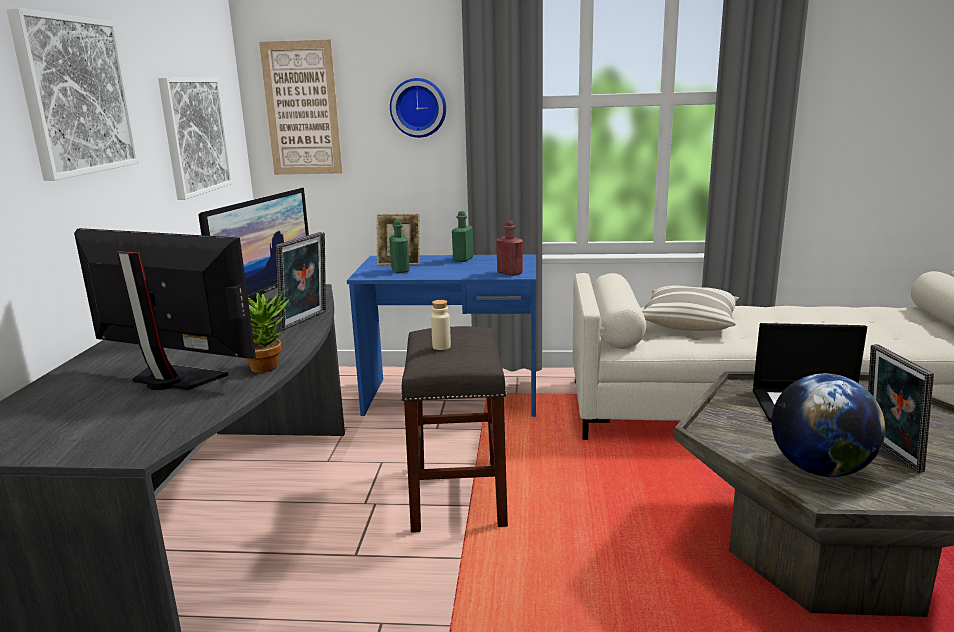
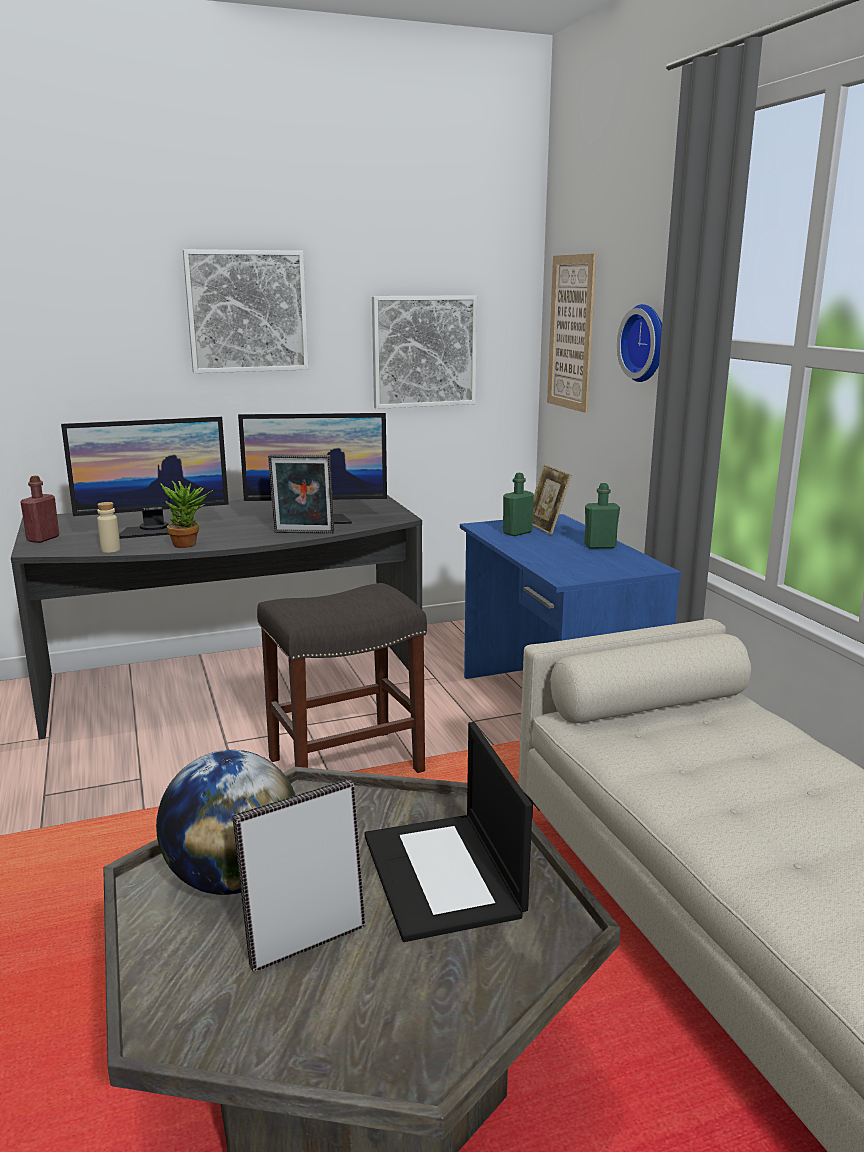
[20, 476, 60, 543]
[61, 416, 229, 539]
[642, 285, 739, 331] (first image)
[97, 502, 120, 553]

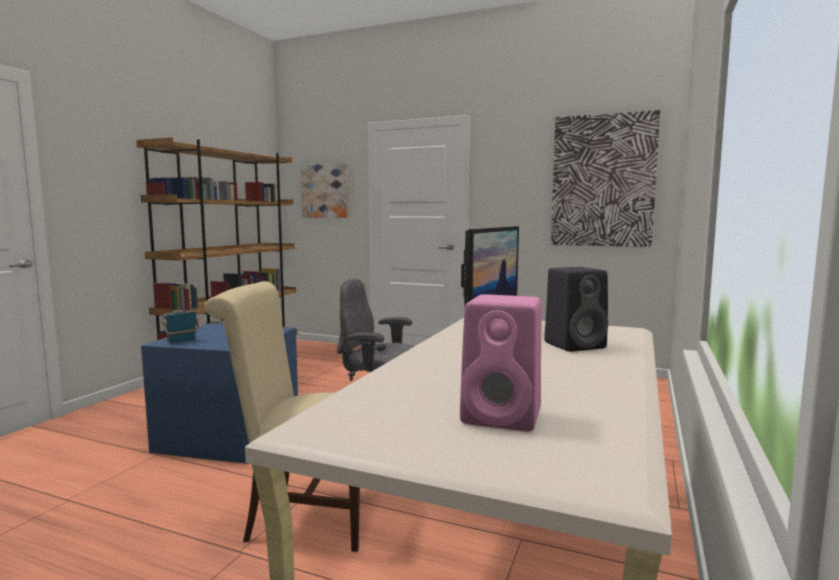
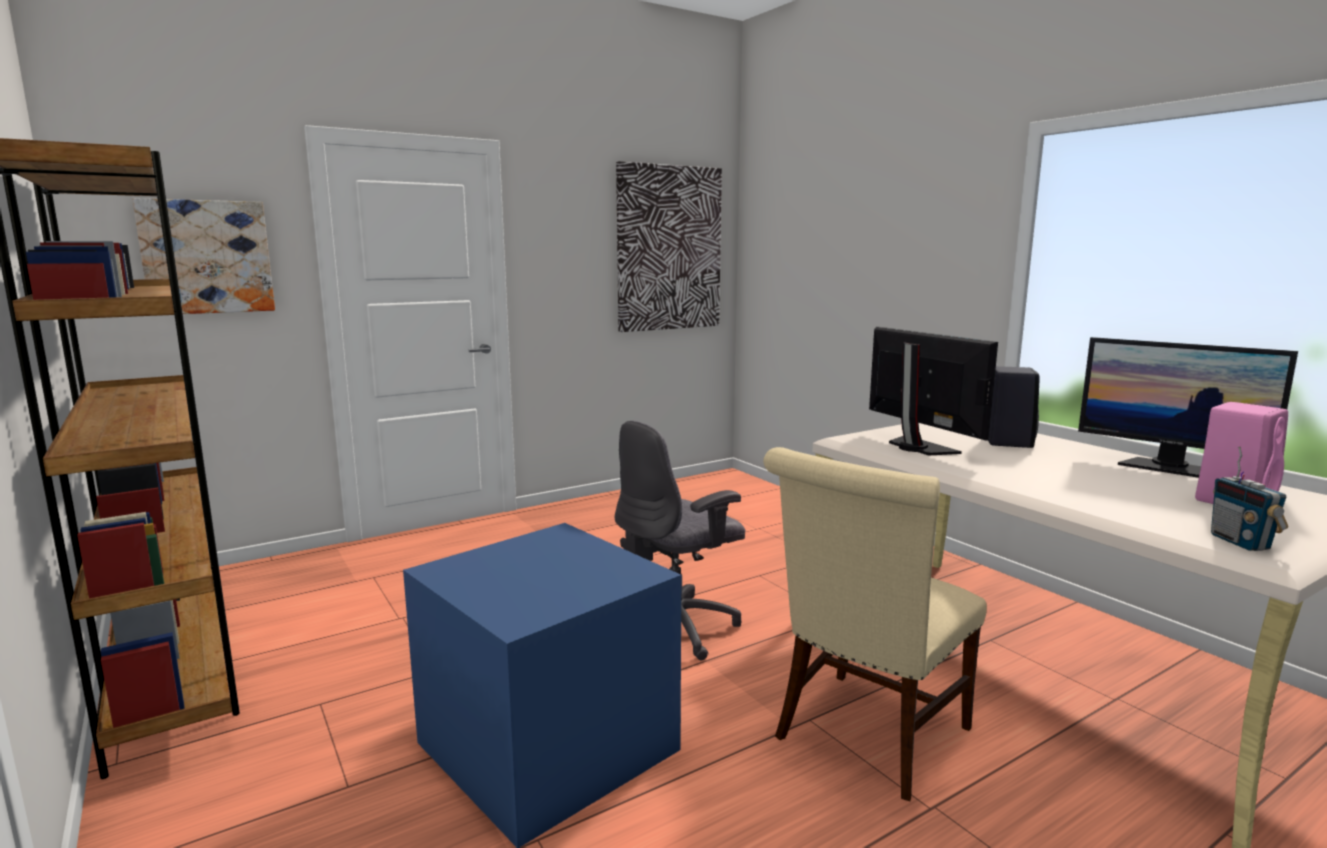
[1211, 447, 1288, 551]
[1078, 337, 1298, 478]

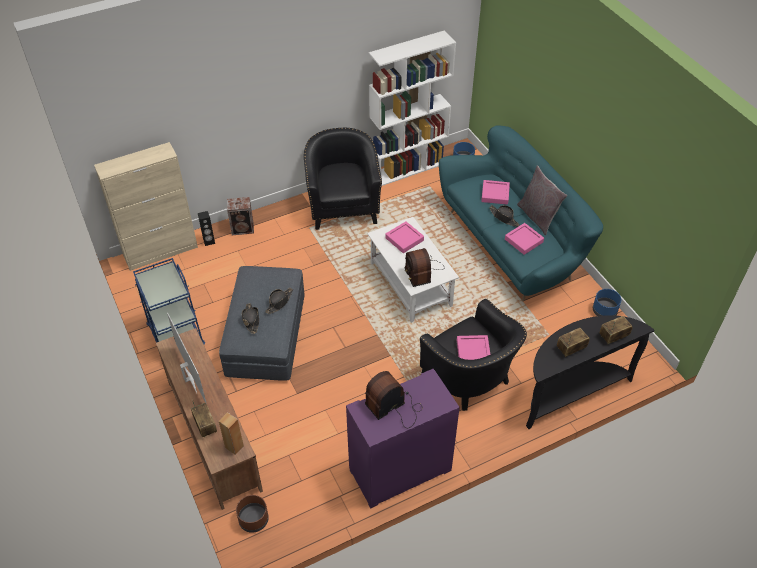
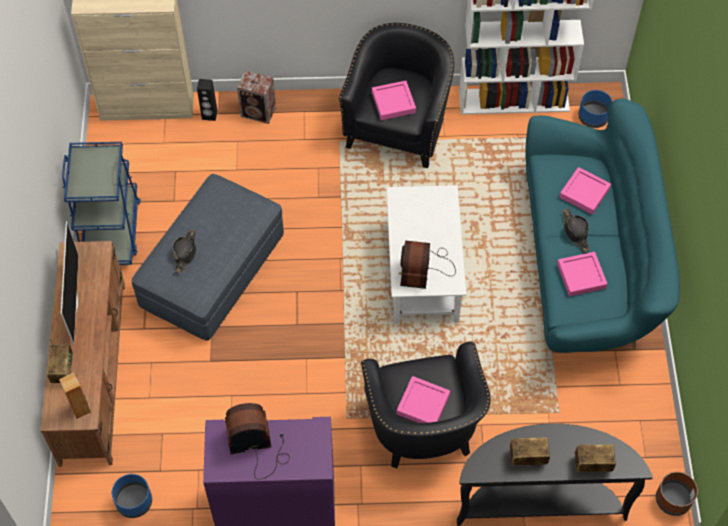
[517, 165, 568, 235] (first image)
[372, 81, 416, 120]
[265, 287, 293, 314] (first image)
[112, 474, 152, 518]
[656, 472, 698, 516]

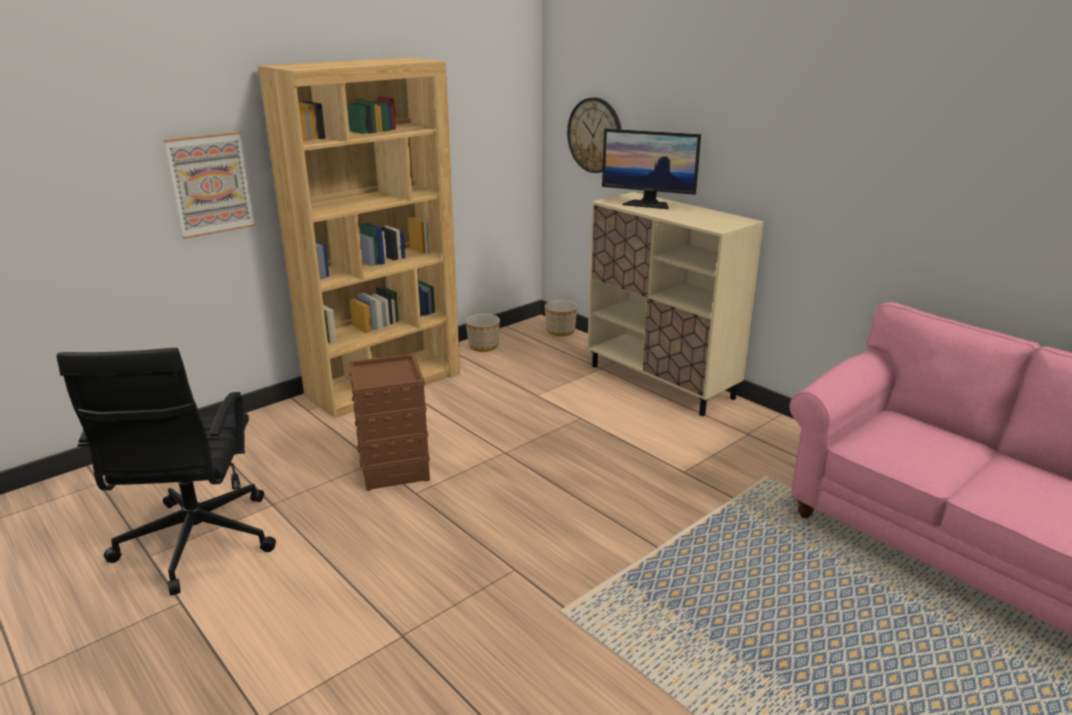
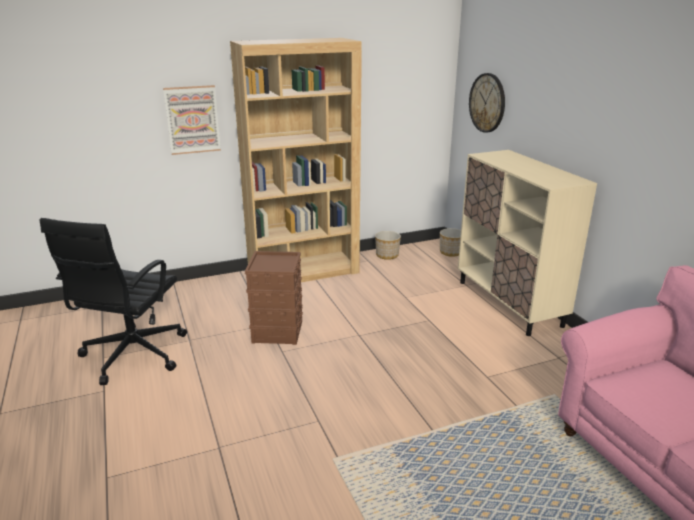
[602, 129, 701, 209] (first image)

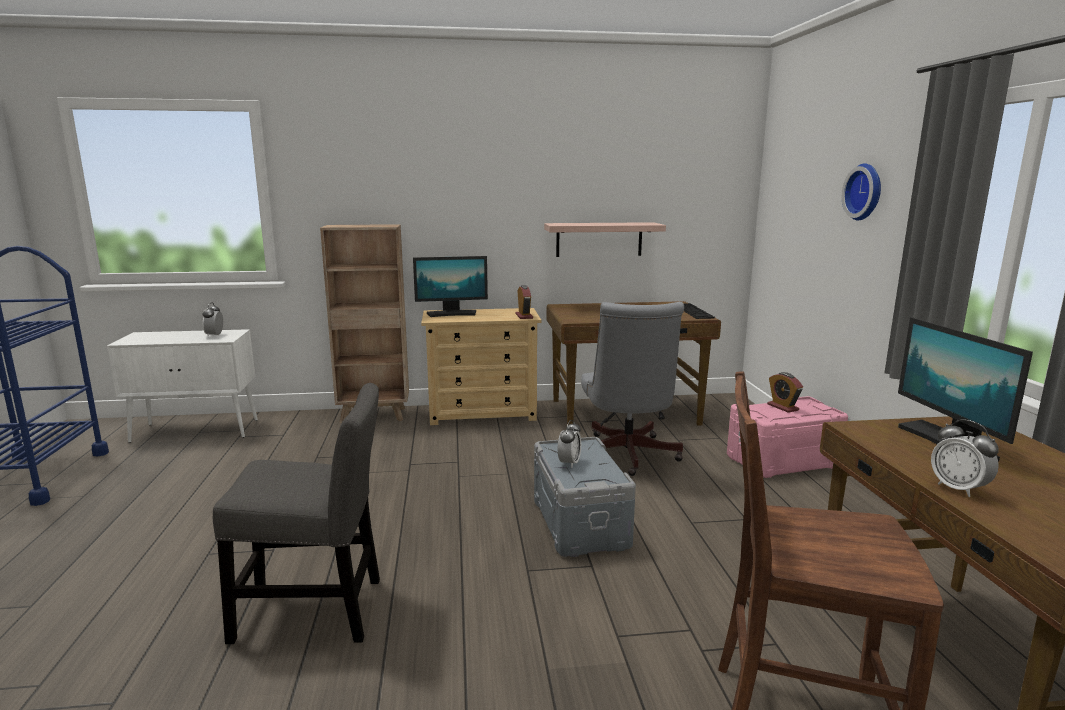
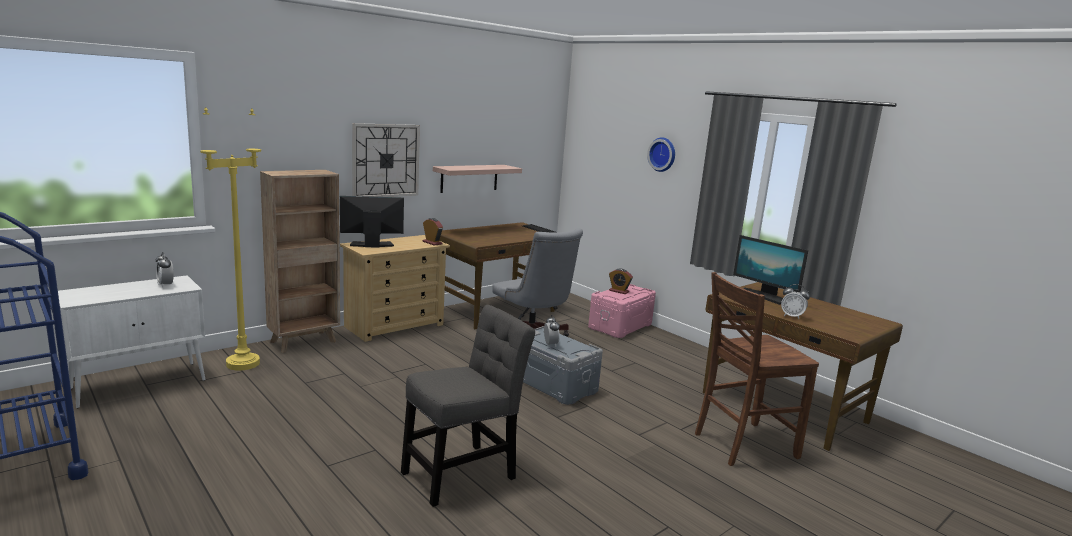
[340, 196, 404, 247]
[200, 107, 261, 371]
[352, 123, 420, 197]

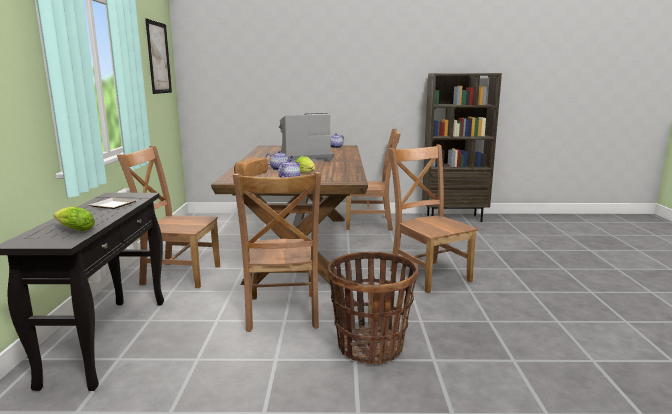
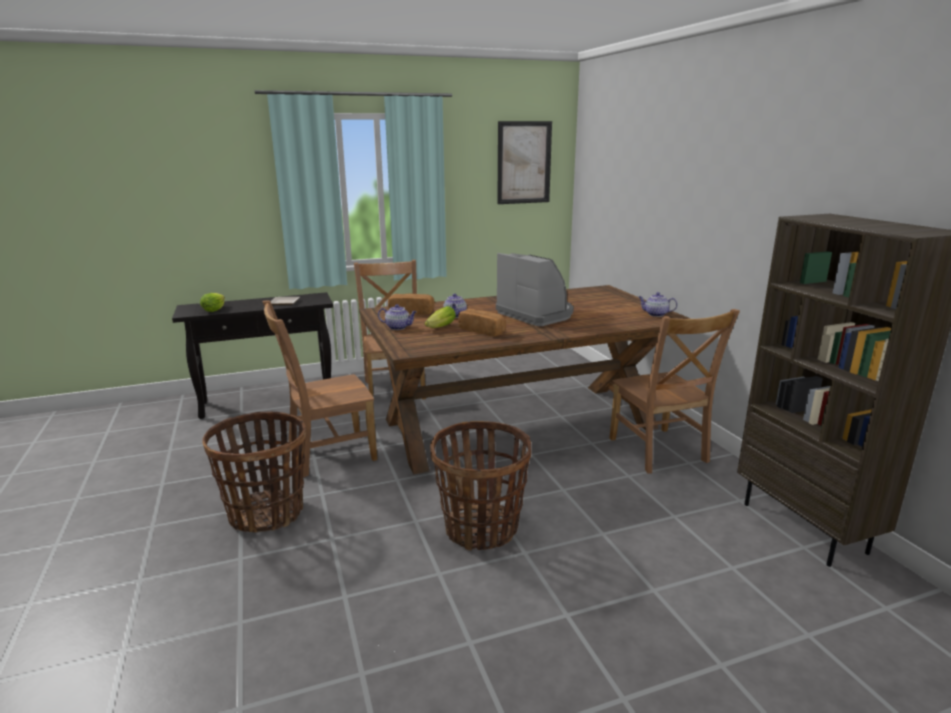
[430, 421, 531, 551]
[458, 309, 506, 336]

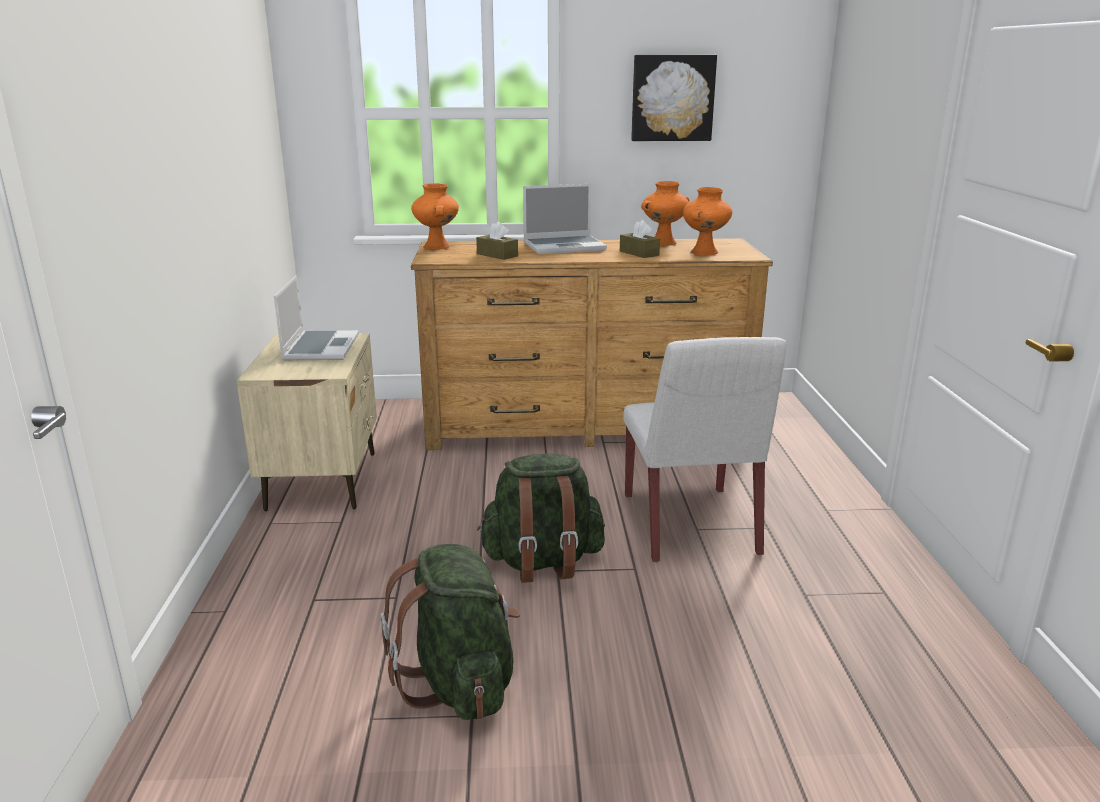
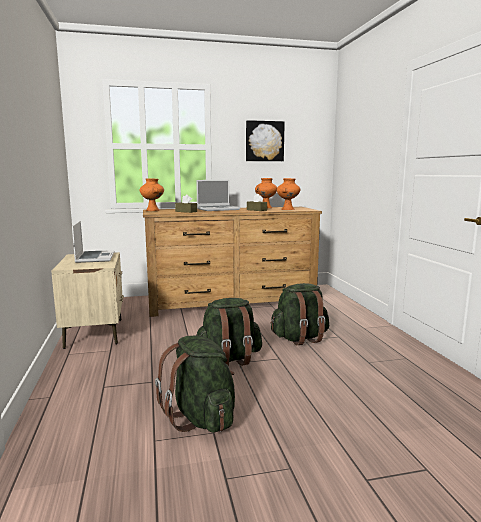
[271, 283, 329, 345]

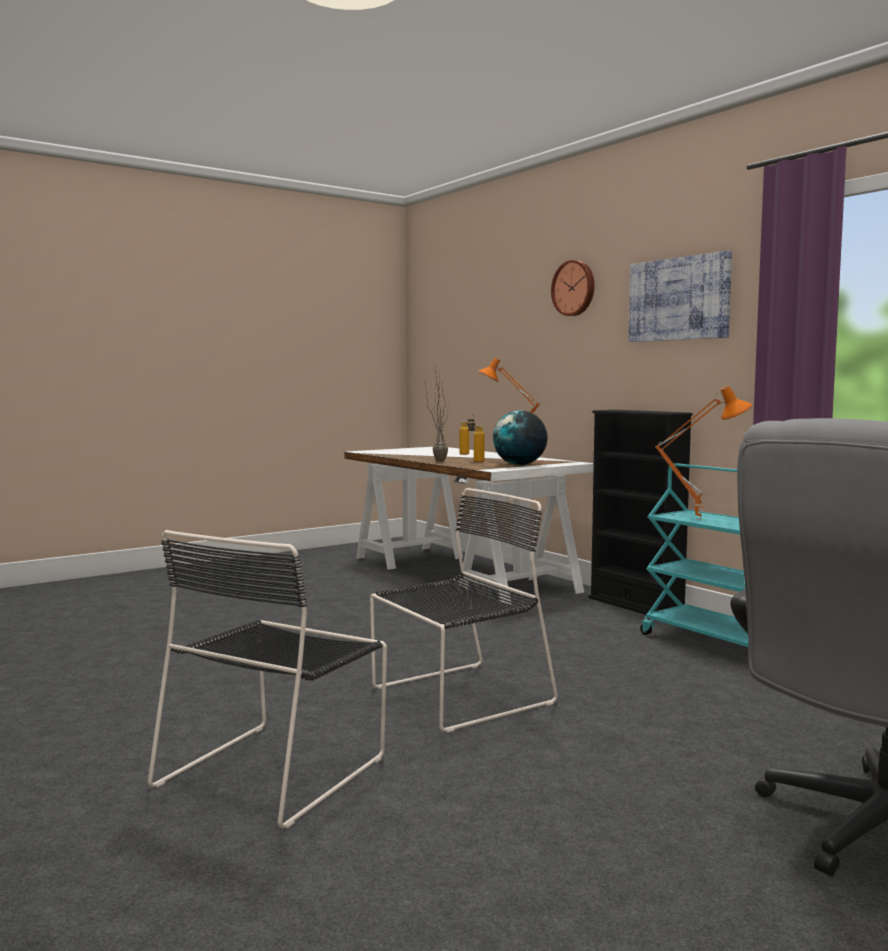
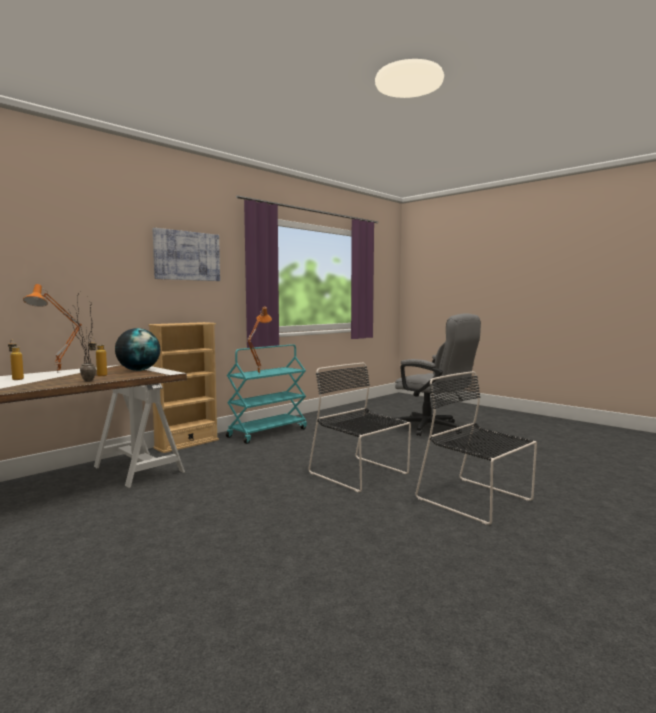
[551, 260, 594, 316] (first image)
[148, 322, 219, 453]
[415, 371, 537, 525]

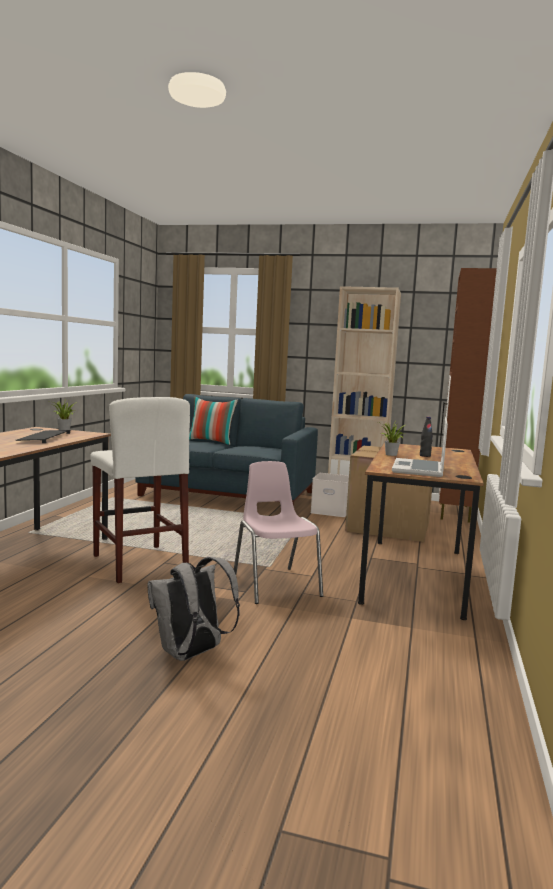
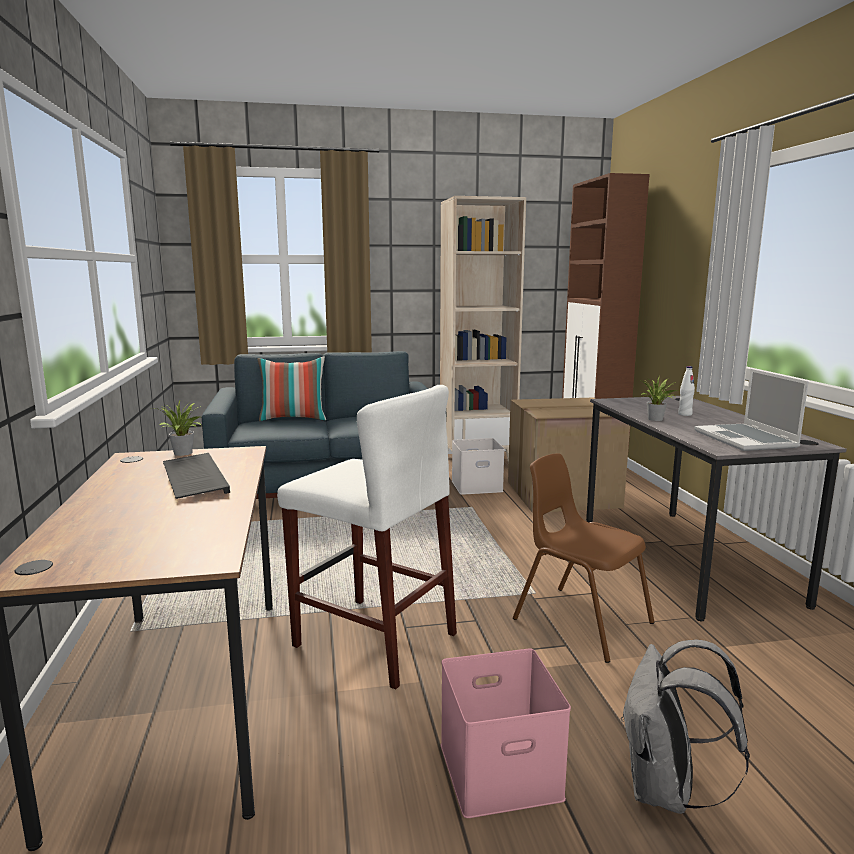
[678, 366, 695, 416]
[586, 396, 847, 621]
[513, 453, 655, 663]
[441, 648, 571, 818]

